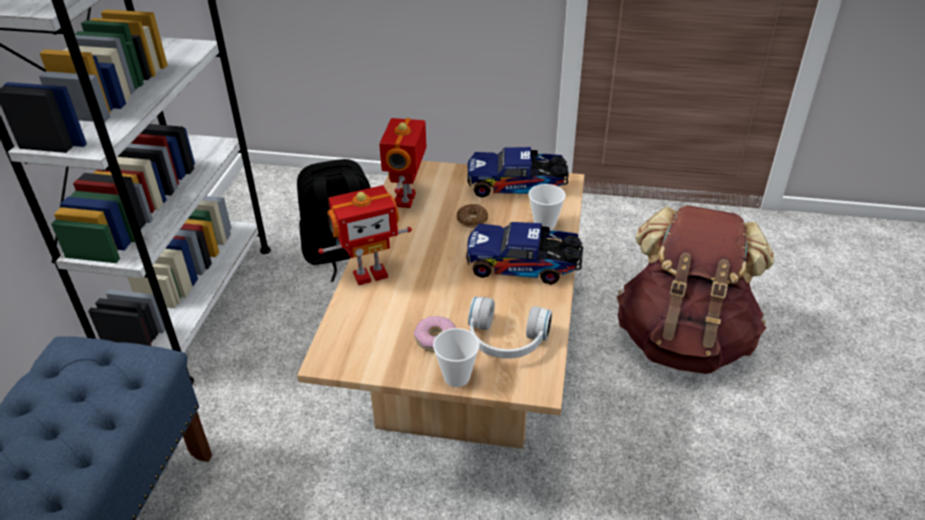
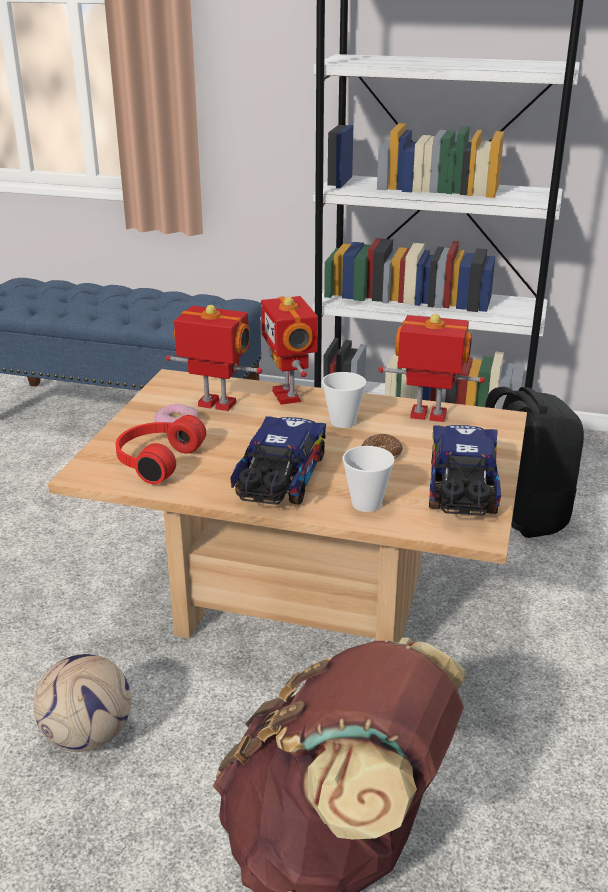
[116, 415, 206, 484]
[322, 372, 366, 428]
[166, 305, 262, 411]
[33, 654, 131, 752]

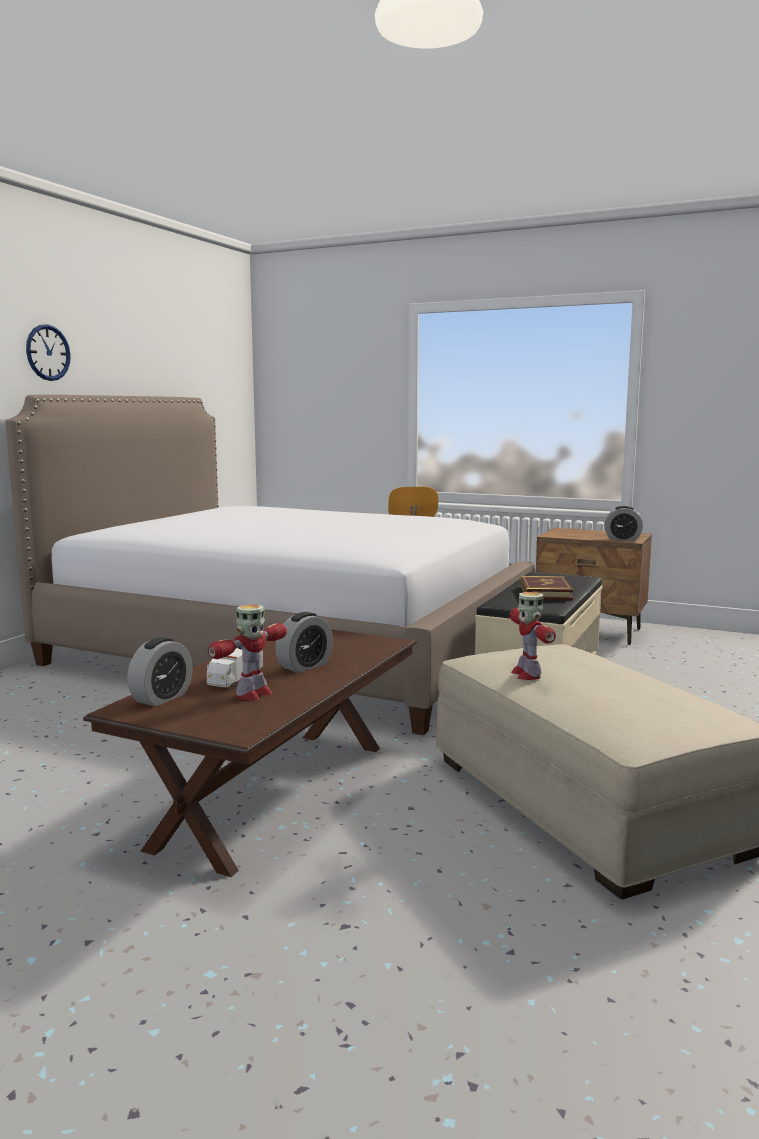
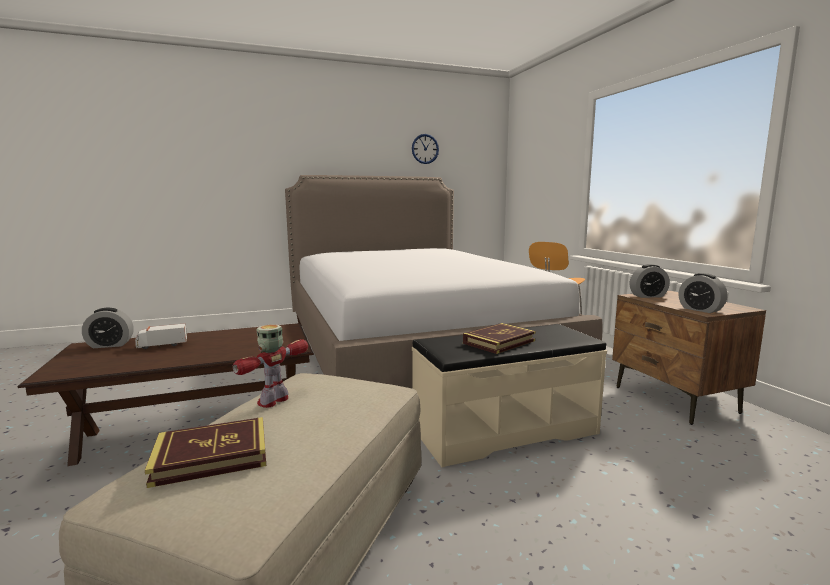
[412, 134, 439, 164]
[208, 604, 287, 701] (first image)
[630, 264, 670, 298]
[145, 417, 266, 488]

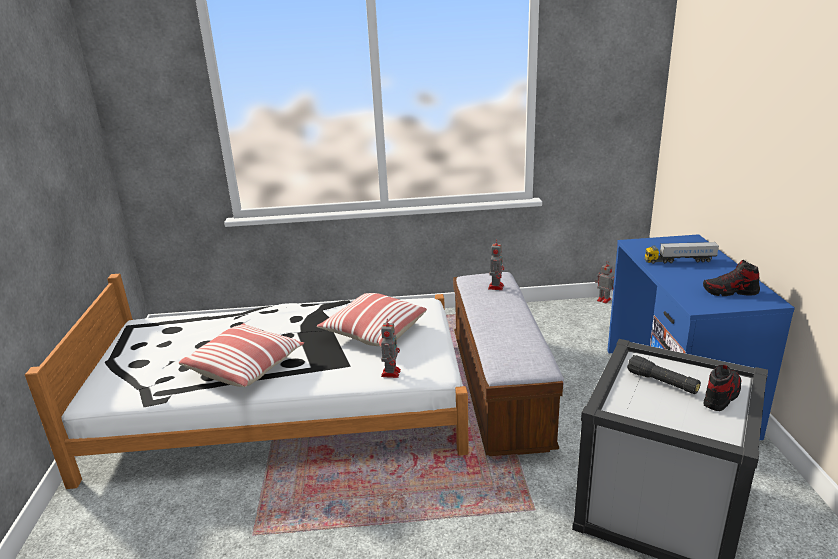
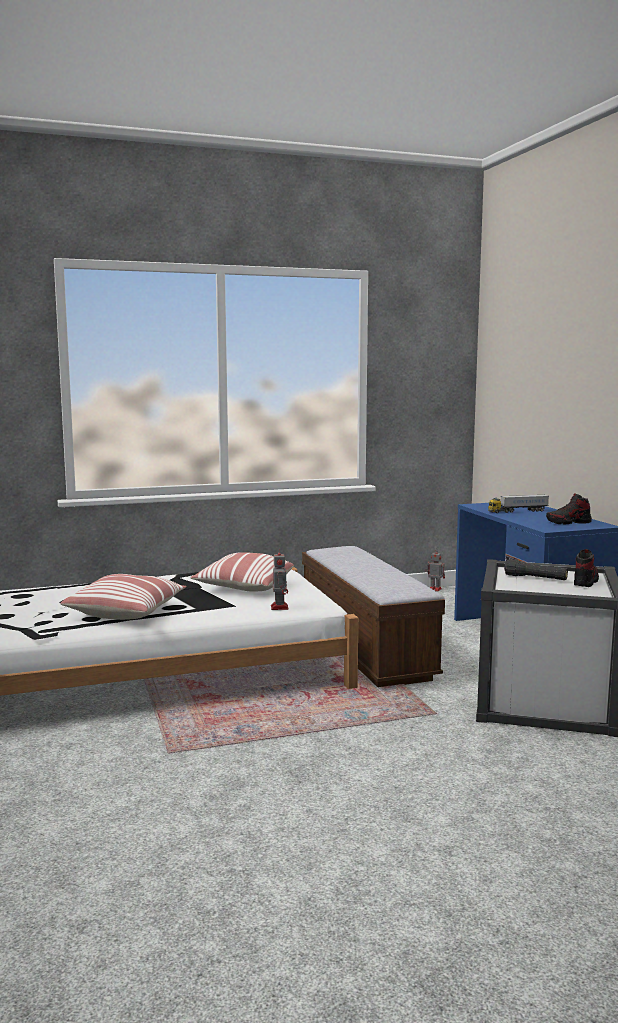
[488, 239, 504, 290] (first image)

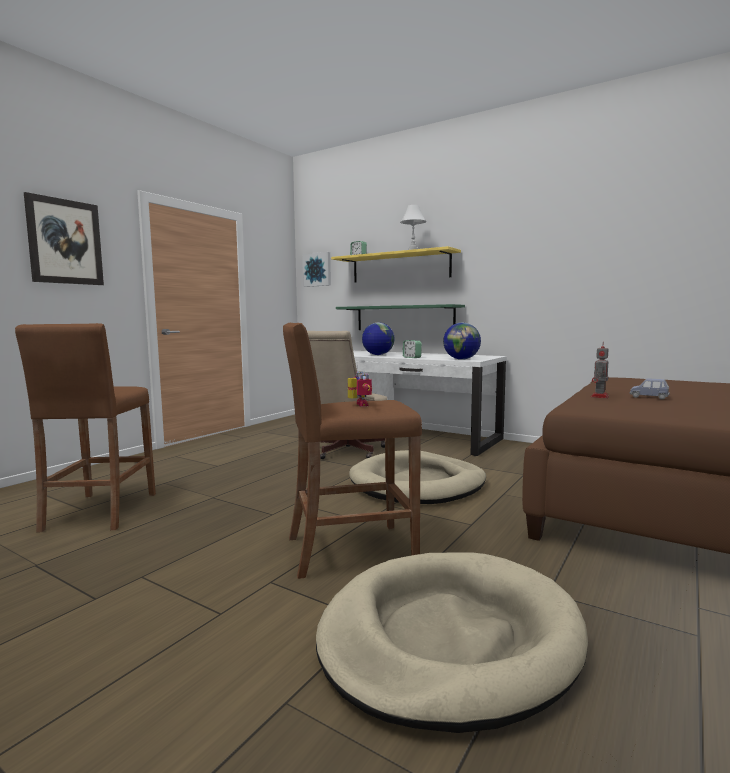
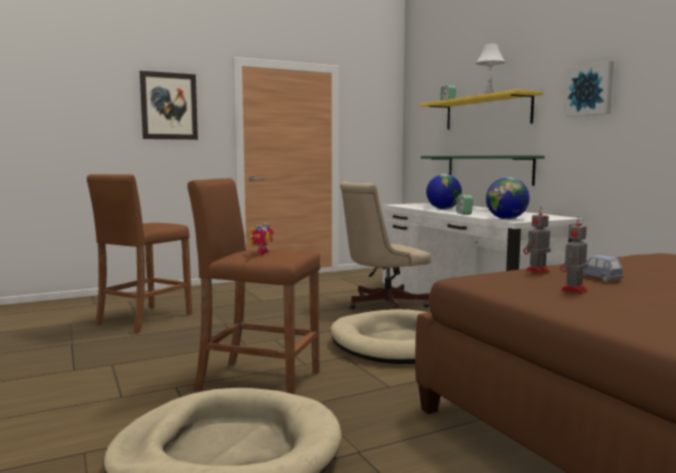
[565, 61, 614, 117]
[560, 216, 588, 294]

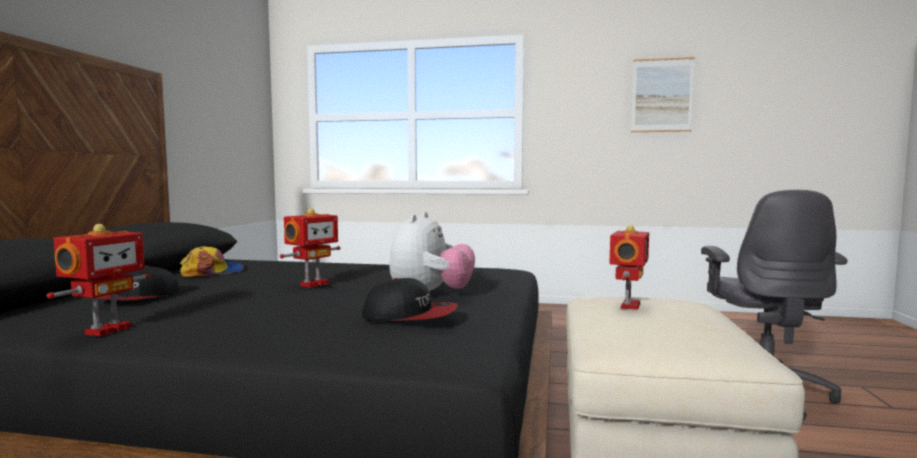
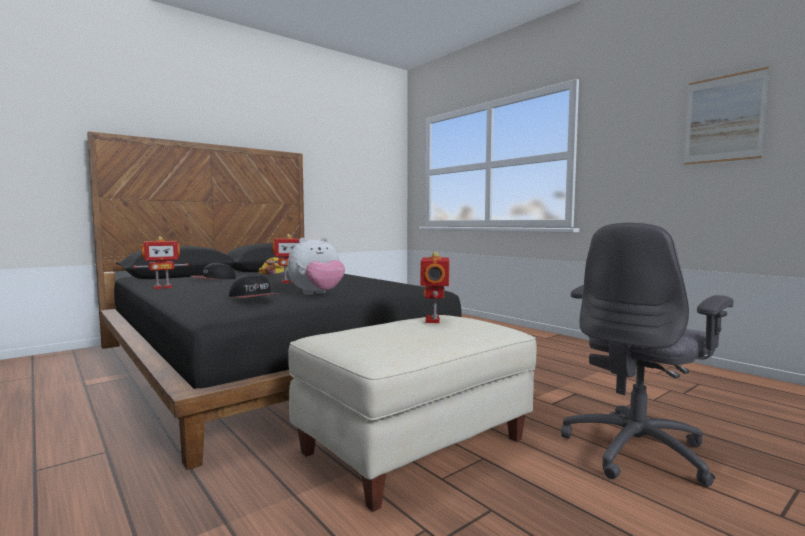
[420, 252, 449, 323]

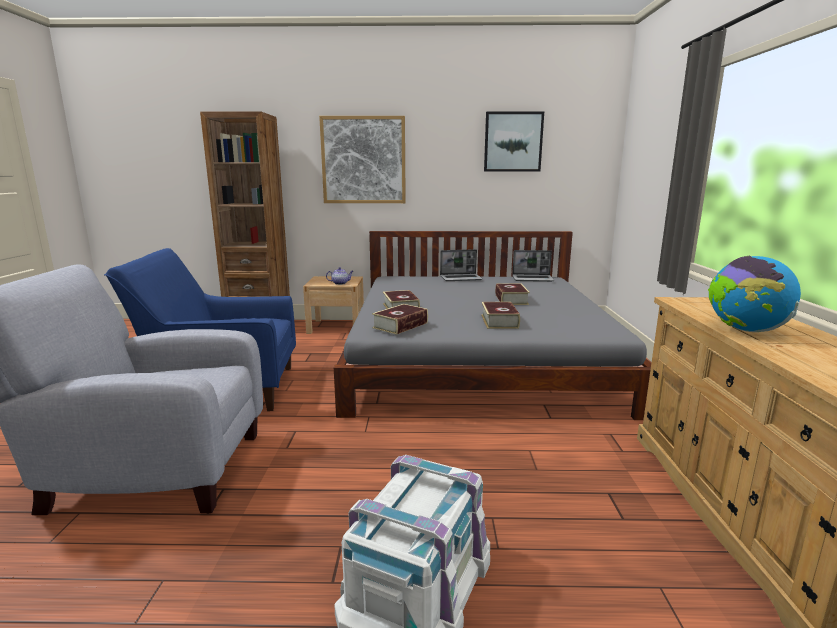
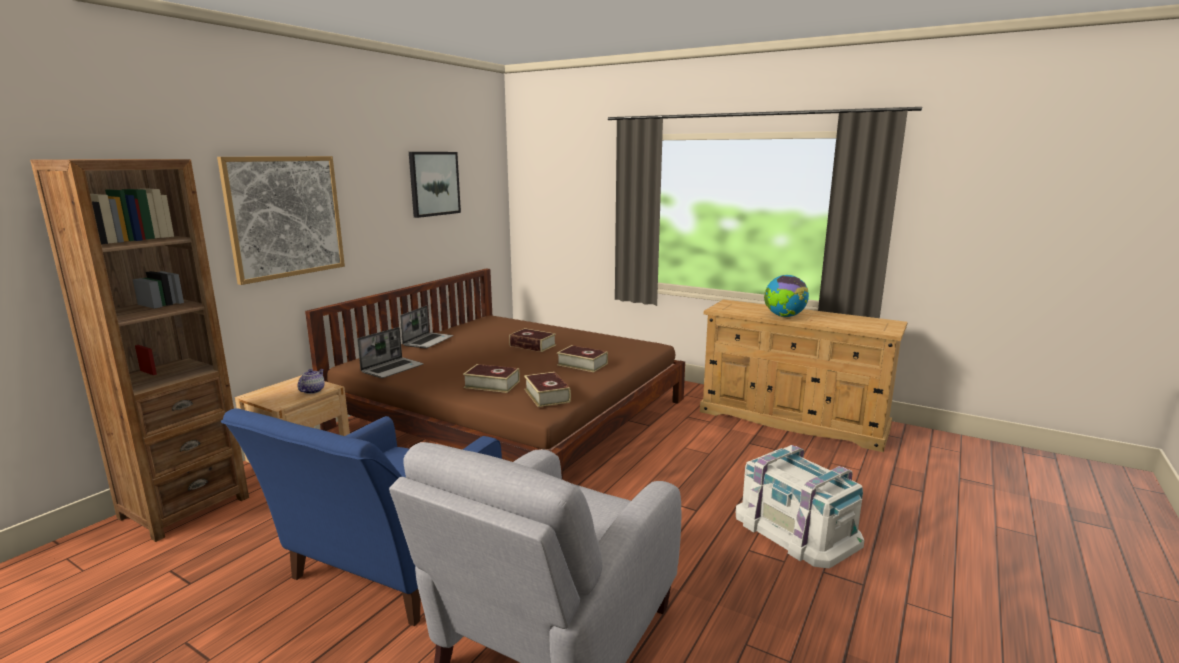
[305, 268, 685, 480]
[357, 327, 423, 378]

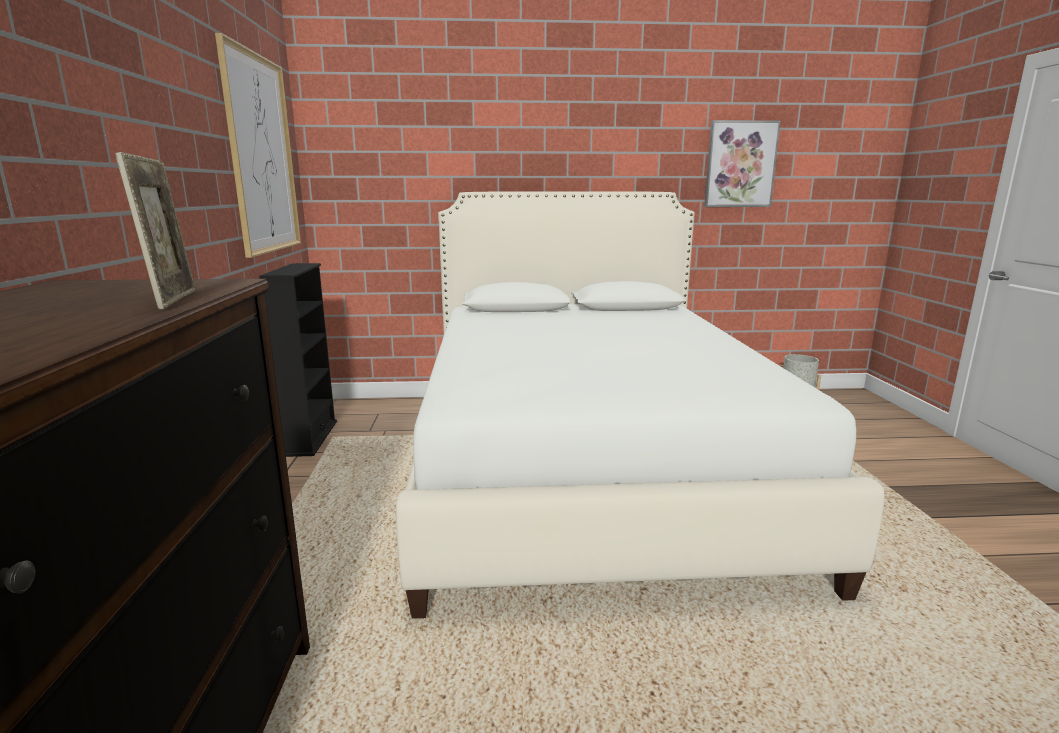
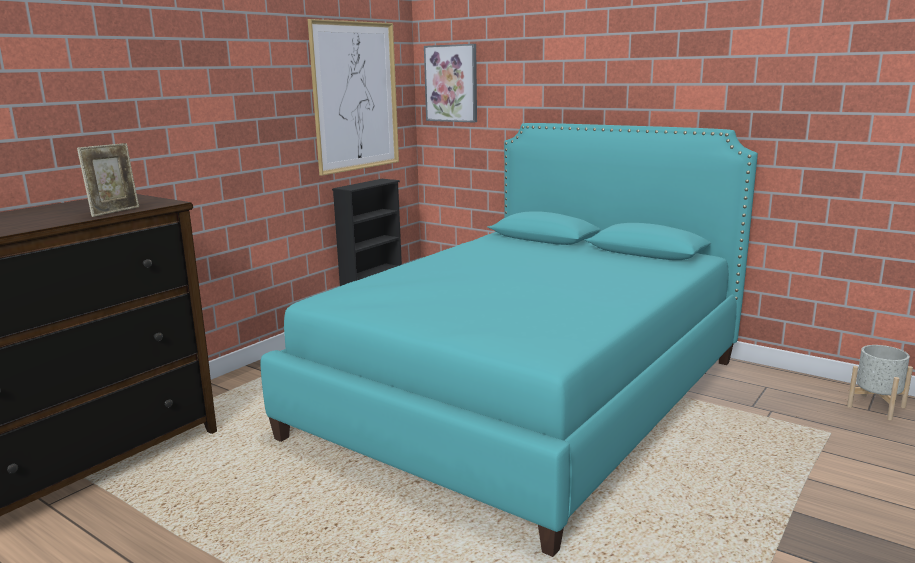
[424, 44, 477, 123]
[261, 123, 758, 557]

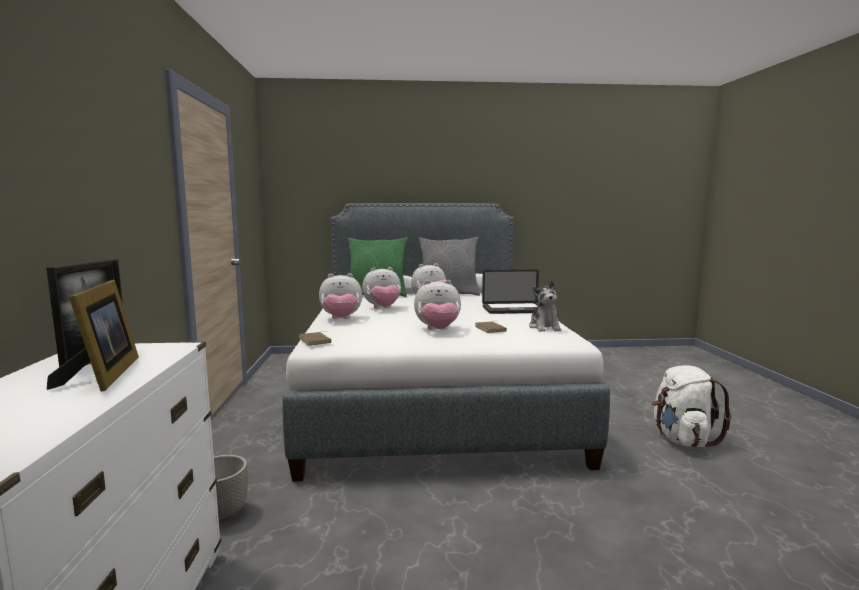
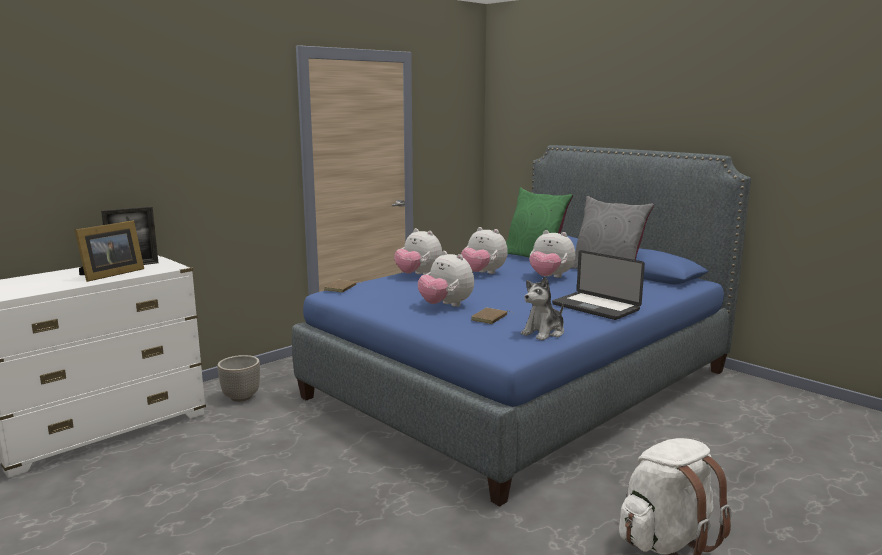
[292, 145, 751, 506]

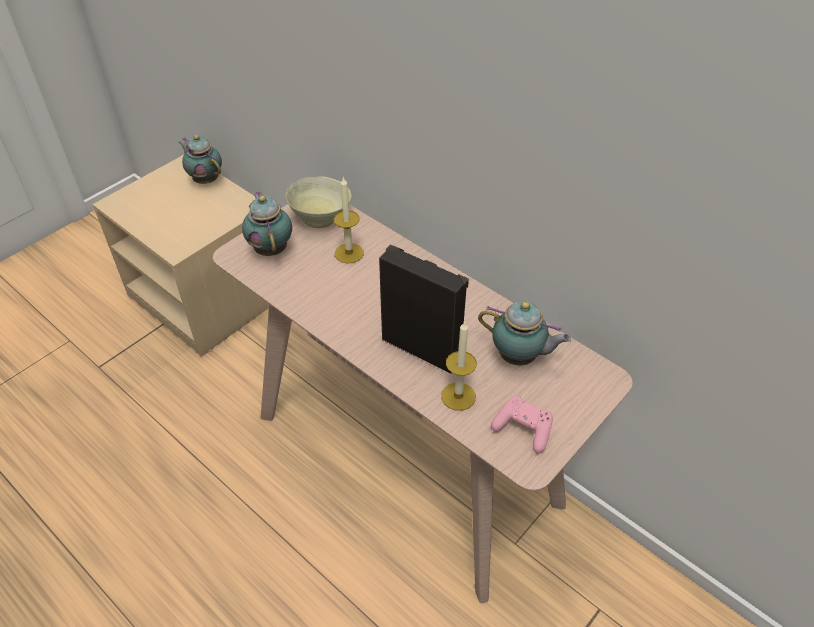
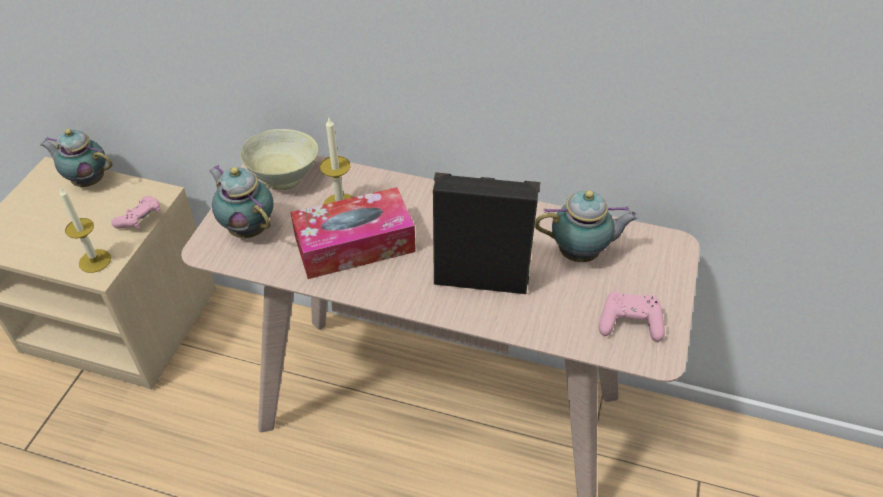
[59, 187, 111, 273]
[290, 187, 416, 279]
[111, 196, 161, 228]

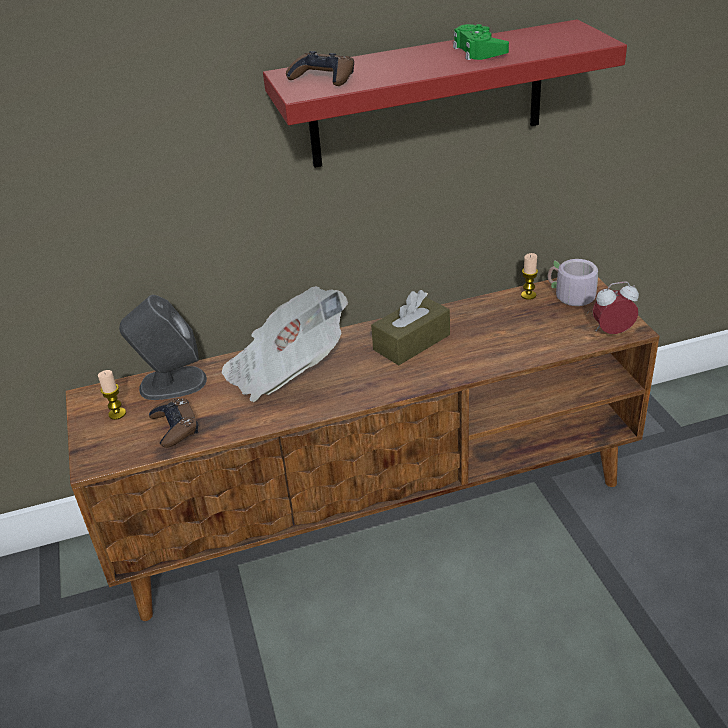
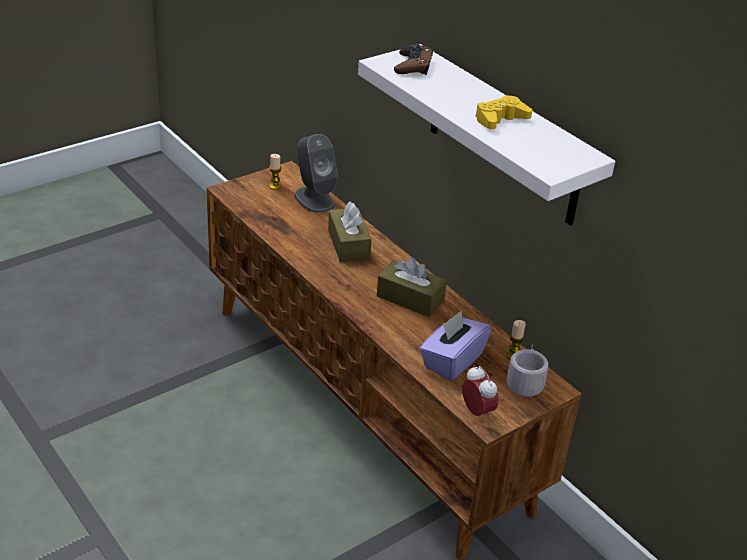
[358, 44, 615, 226]
[475, 95, 532, 129]
[328, 201, 371, 262]
[149, 398, 198, 448] (first image)
[420, 310, 492, 381]

